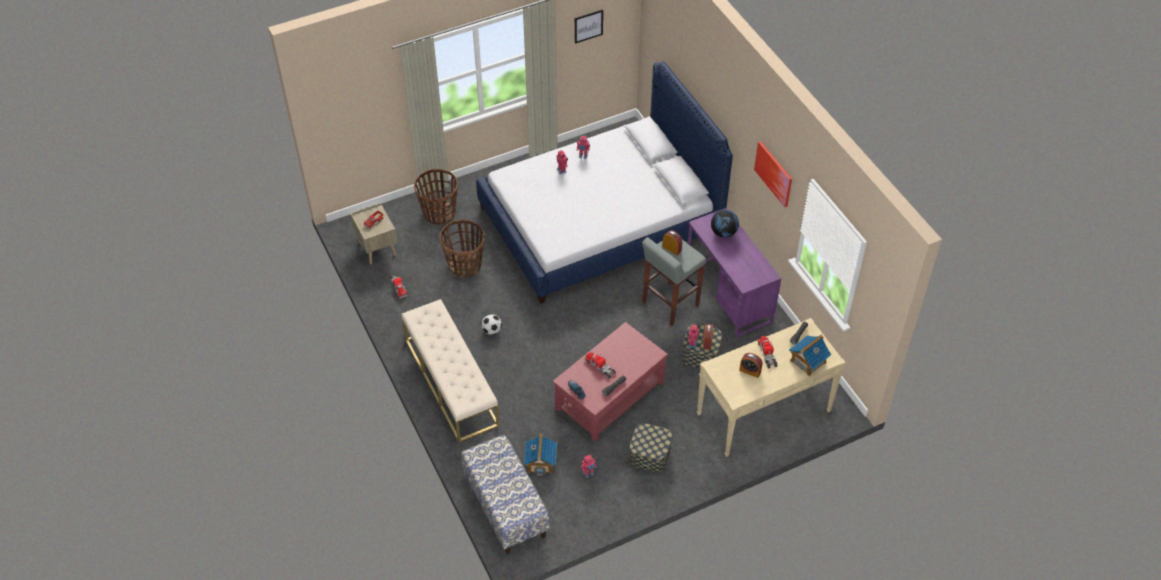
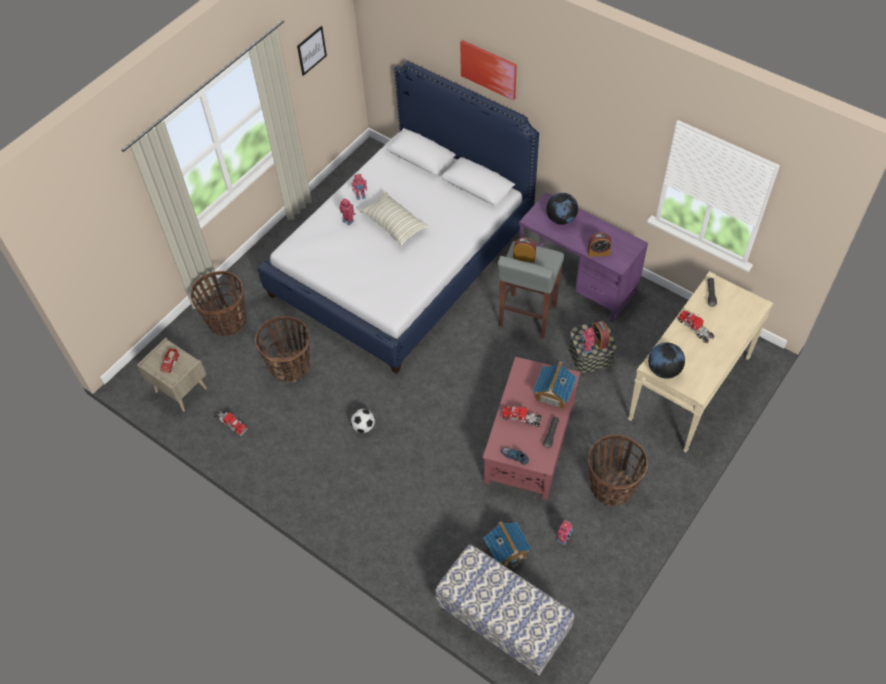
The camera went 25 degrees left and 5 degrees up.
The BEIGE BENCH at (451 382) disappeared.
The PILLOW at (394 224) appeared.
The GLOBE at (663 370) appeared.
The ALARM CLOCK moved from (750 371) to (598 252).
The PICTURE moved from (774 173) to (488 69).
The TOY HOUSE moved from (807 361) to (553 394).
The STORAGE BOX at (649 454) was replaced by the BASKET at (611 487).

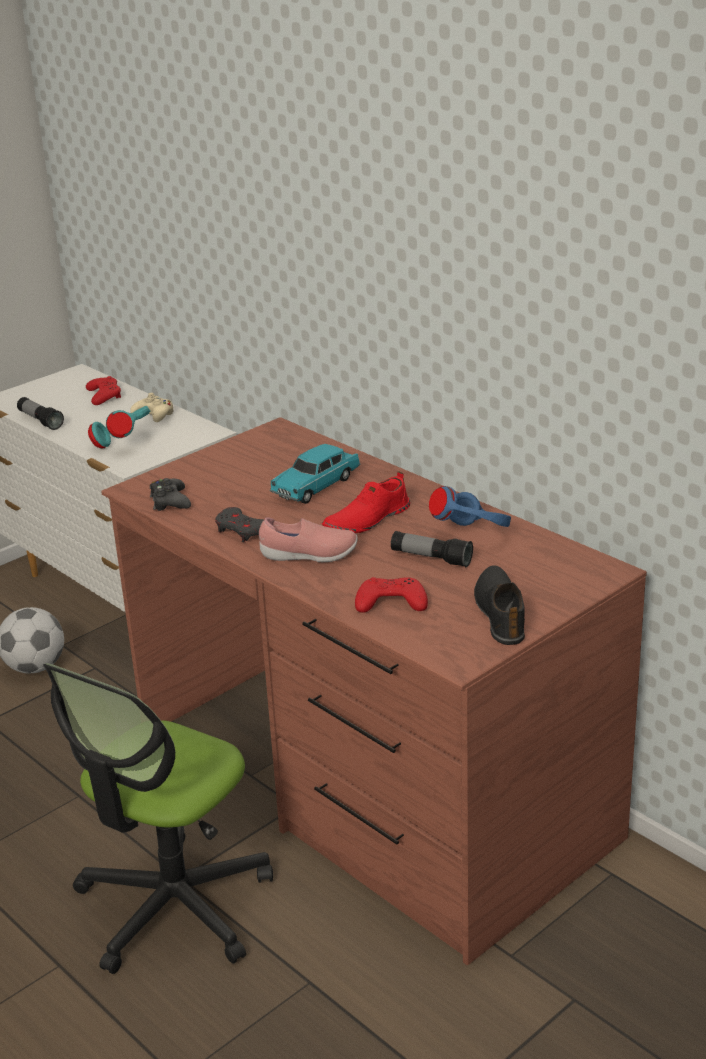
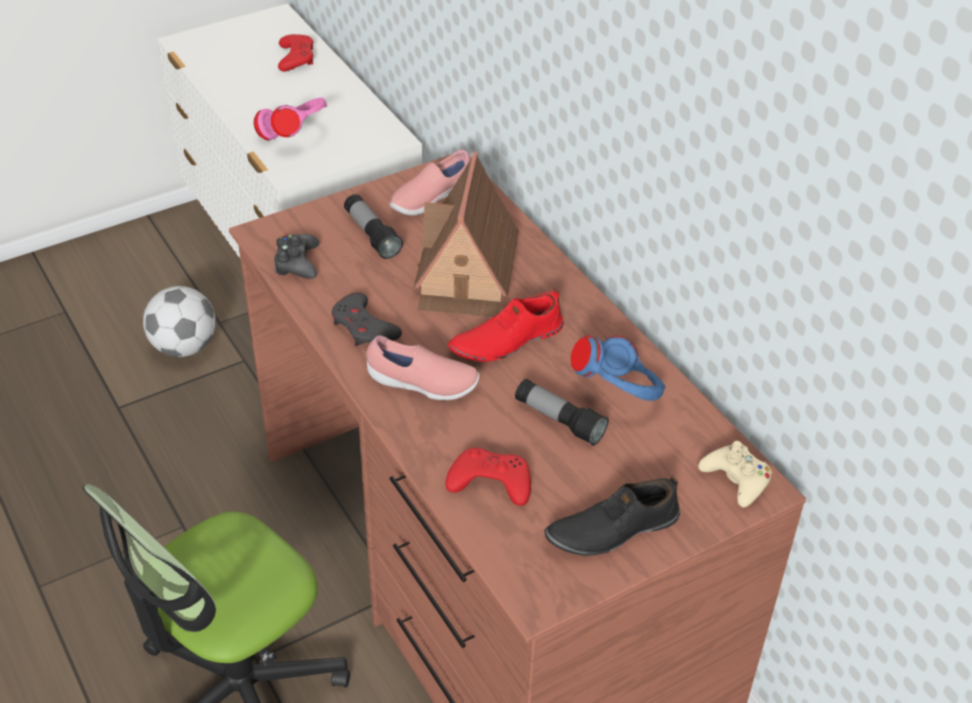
The camera went 10 degrees right and 15 degrees up.
The PINK SHOE at (430 199) appeared.
The FLASHLIGHT moved from (40 421) to (372 235).
The BEIGE GAME CONTROLLER moved from (154 415) to (736 479).
The TURQUOISE TOY CAR at (316 486) was replaced by the TOY HOUSE at (466 273).
The TURQUOISE HEADPHONES at (124 443) became the PINK HEADPHONES at (295 136).
The BLACK SHOE at (501 612) turned 120 degrees counterclockwise.

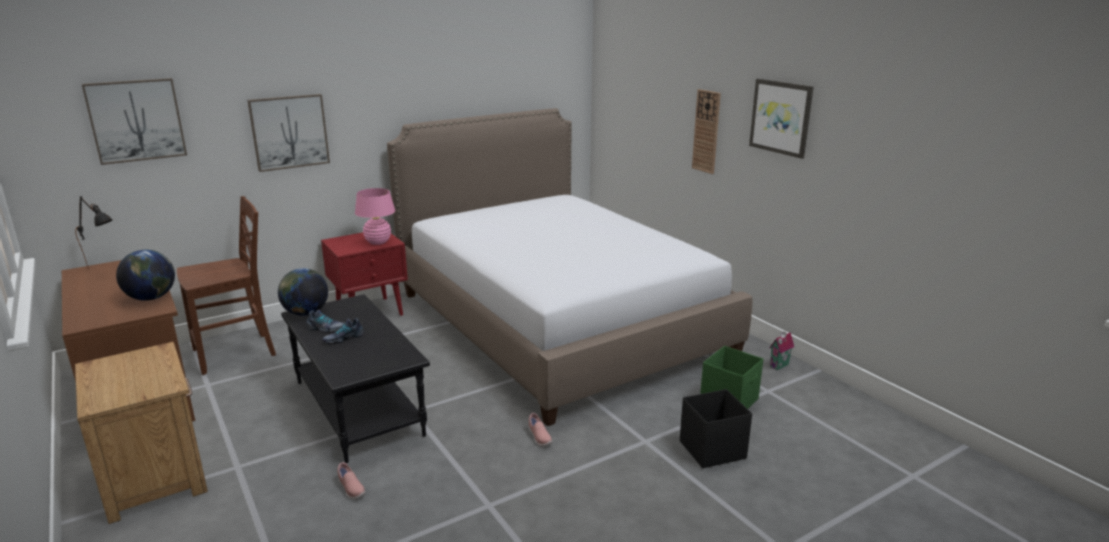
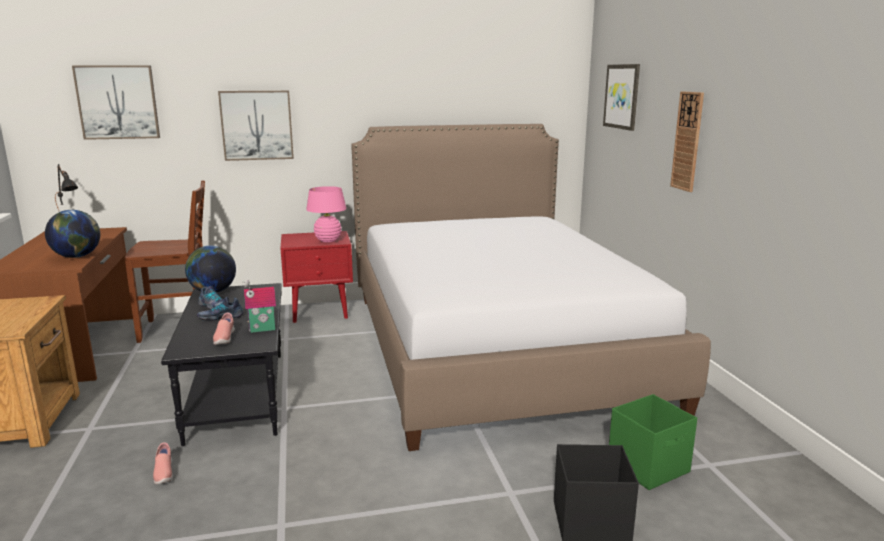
The camera went 20 degrees right and 5 degrees down.
The PINK SHOE moved from (539 437) to (224 339).
The PICTURE moved from (781 117) to (622 96).
The TOY HOUSE moved from (780 366) to (262 330).

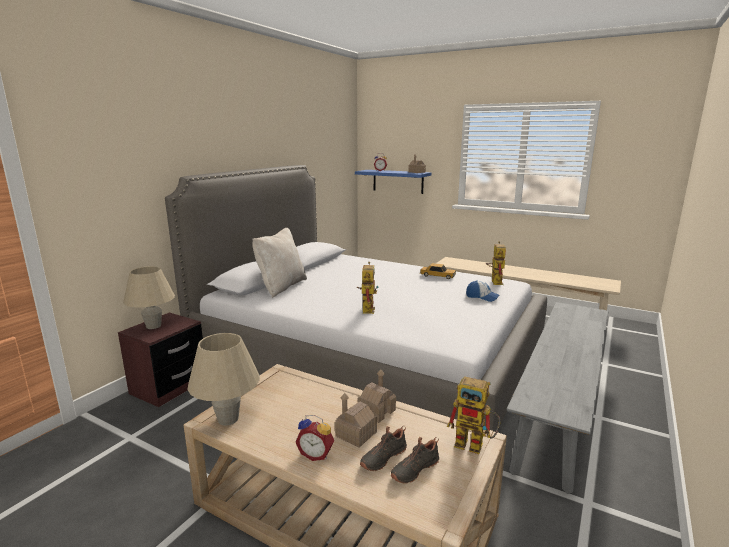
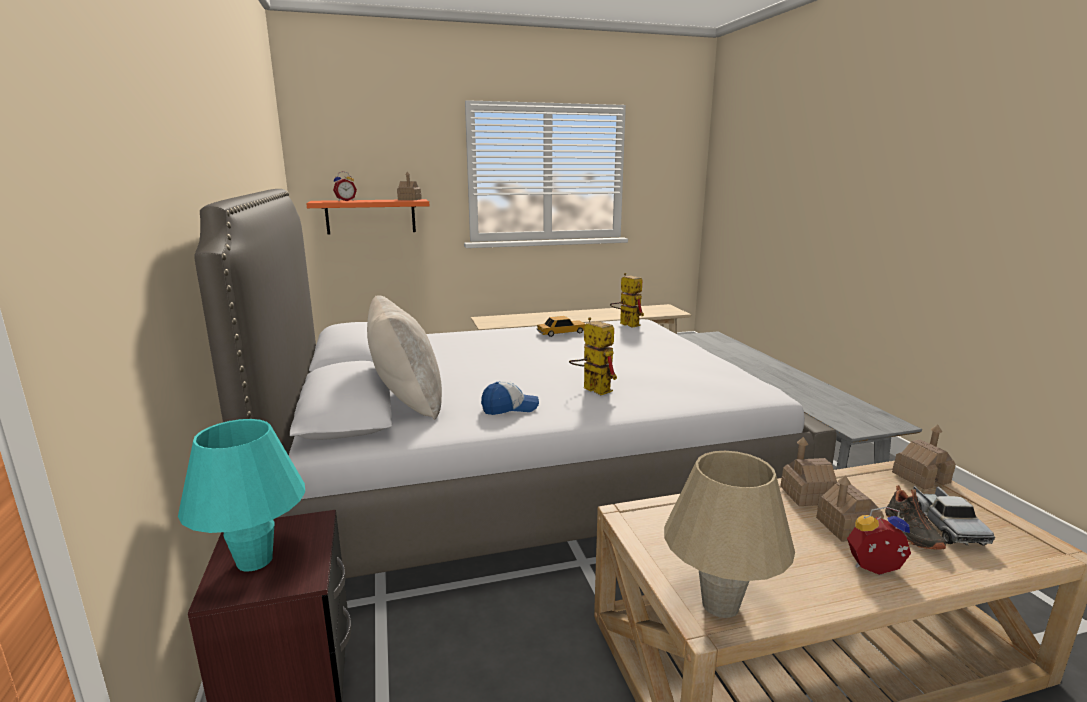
The camera went 45 degrees left and 0 degrees up.
The CAP moved from (482 297) to (510 408).
The BLACK SHOE at (414 469) was replaced by the TOY TRUCK at (945 525).
The TOY ROBOT at (475 445) was replaced by the TOY HOUSE at (921 477).
The BEIGE TABLE LAMP at (153 326) became the TURQUOISE TABLE LAMP at (254 561).
The BLUE SHELF at (398 181) became the ORANGE SHELF at (371 216).
The ALARM CLOCK at (316 454) turned 150 degrees counterclockwise.

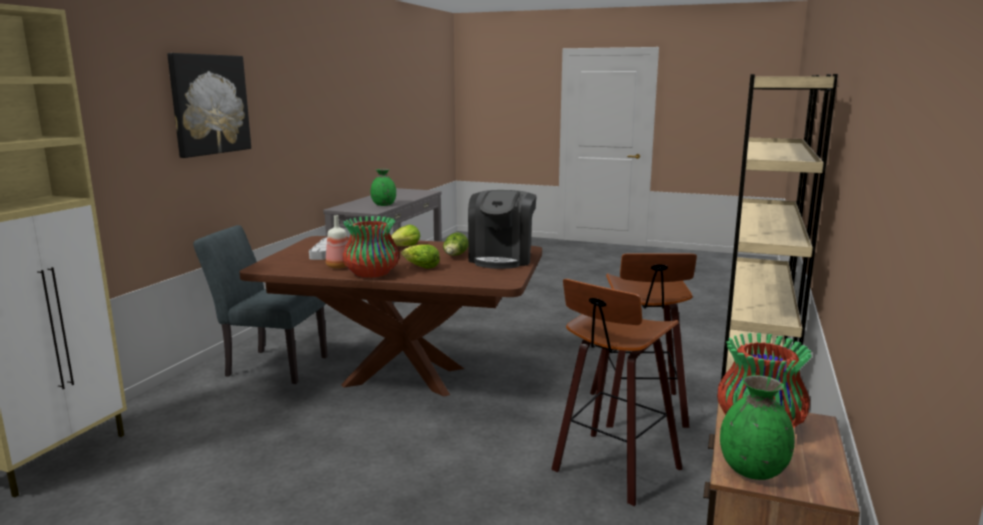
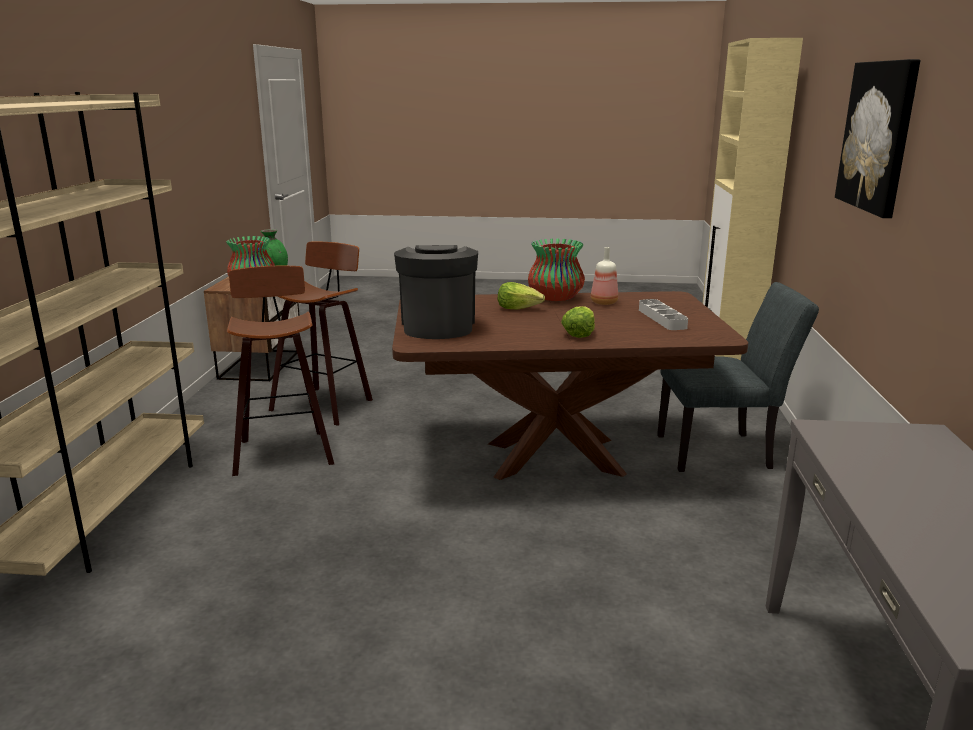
The camera went 165 degrees right and 5 degrees up.
The GREEN VASE at (383 205) disappeared.
The LETTUCE at (455 256) disappeared.

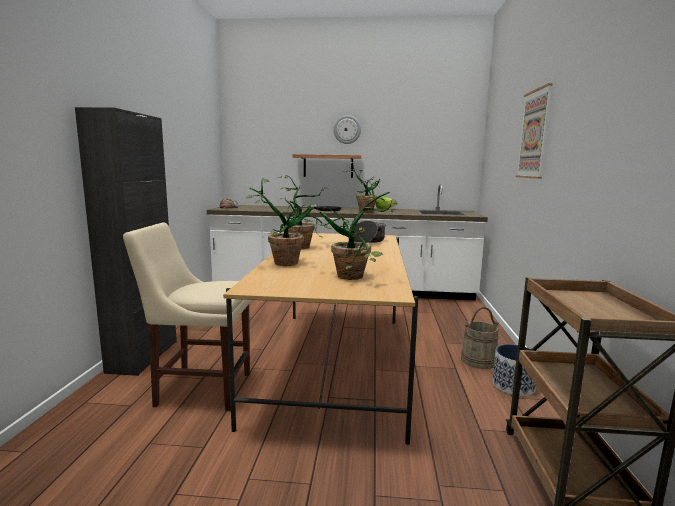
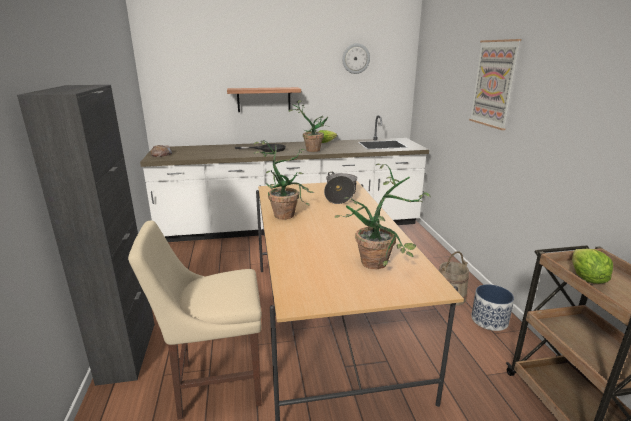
The camera went 15 degrees left and 10 degrees up.
The POTTED PLANT at (280 262) disappeared.
The LETTUCE at (586 278) appeared.
The WALL CLOCK moved from (347 129) to (355 58).

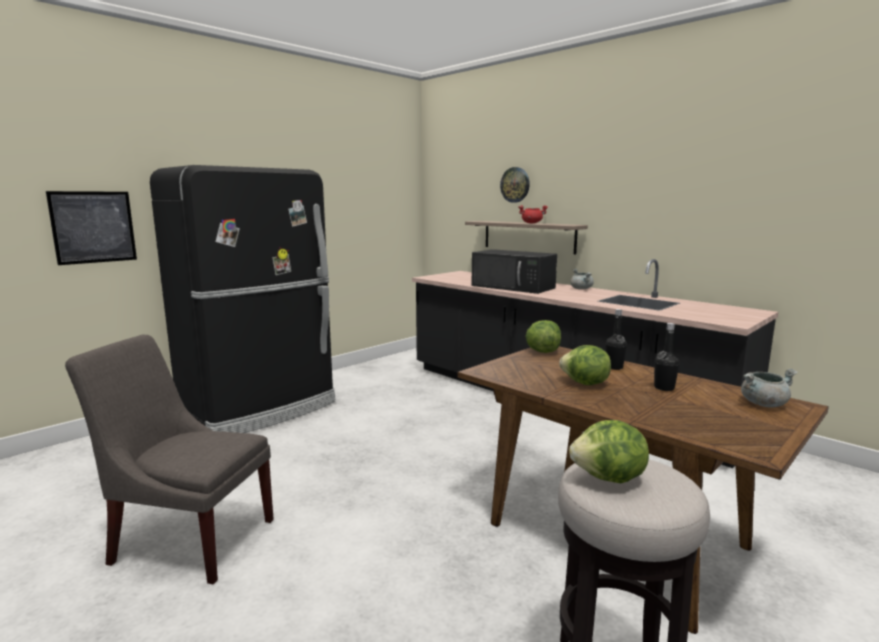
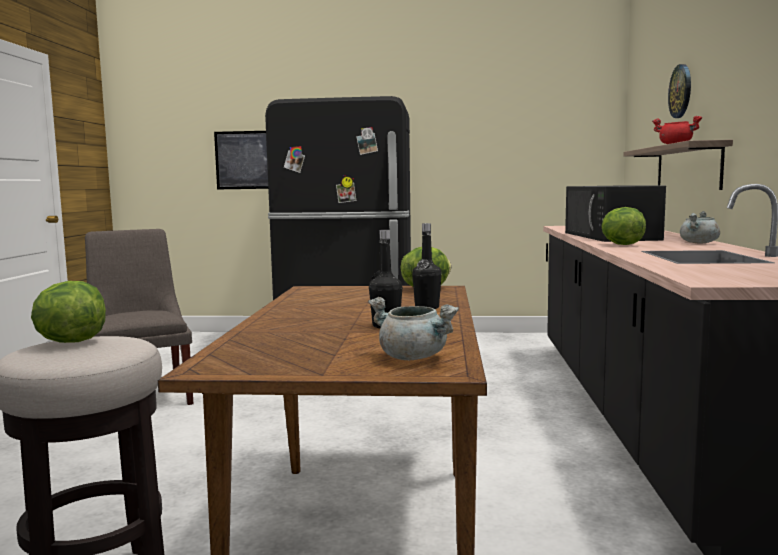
The camera went 50 degrees right and 5 degrees down.
The LETTUCE moved from (585 384) to (621 244).

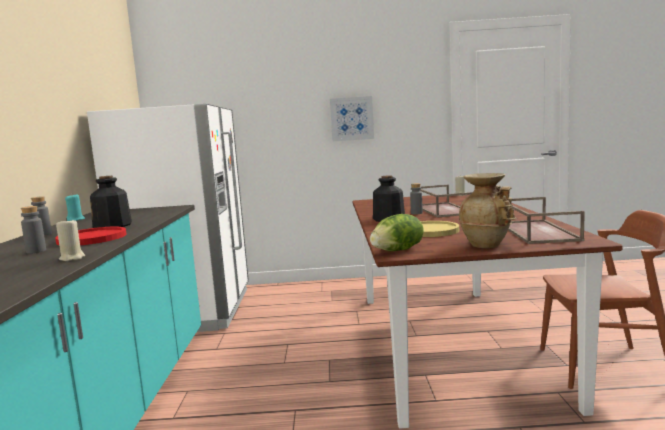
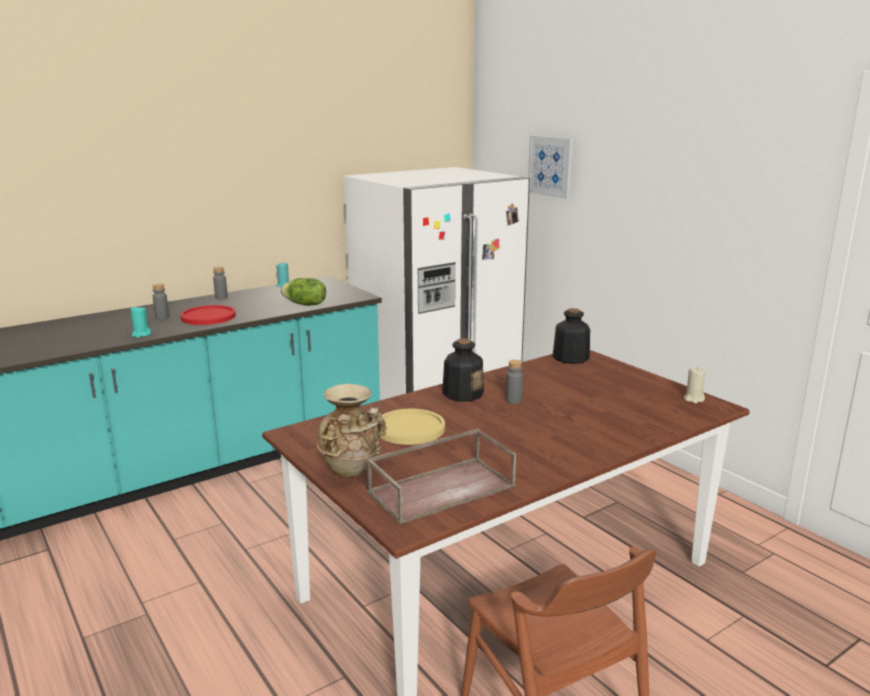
The camera went 55 degrees right and 10 degrees up.
The BROWN TRAY at (442 210) disappeared.
The BOTTLE moved from (113 226) to (570 358).
The PICTURE moved from (351 119) to (550 166).
The LETTUCE moved from (398 250) to (305 304).
The BEIGE CANDLE at (72 258) became the TURQUOISE CANDLE at (141 334).

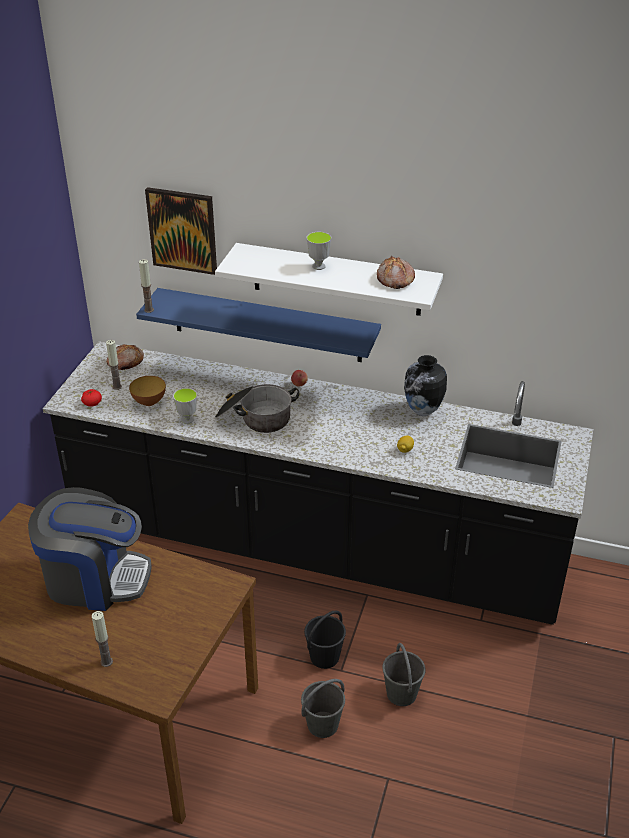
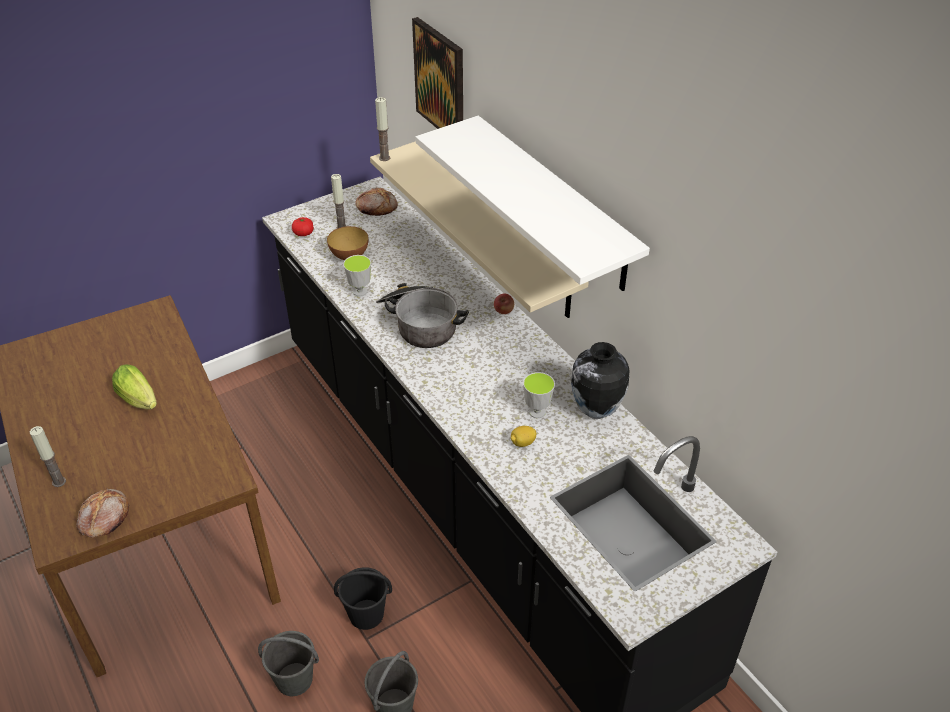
The camera went 40 degrees right and 5 degrees up.
The CUP moved from (318 266) to (537 412).
The BREAD moved from (394 280) to (104 518).
The COFFEE MACHINE at (95 579) was replaced by the LETTUCE at (139 400).
The BLUE SHELF at (267 325) became the BEIGE SHELF at (497 228).

